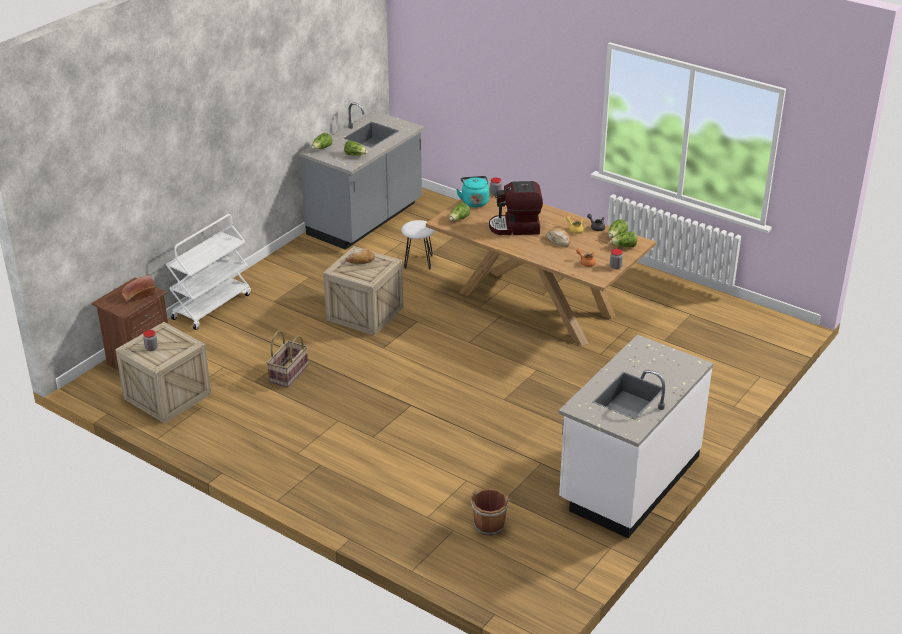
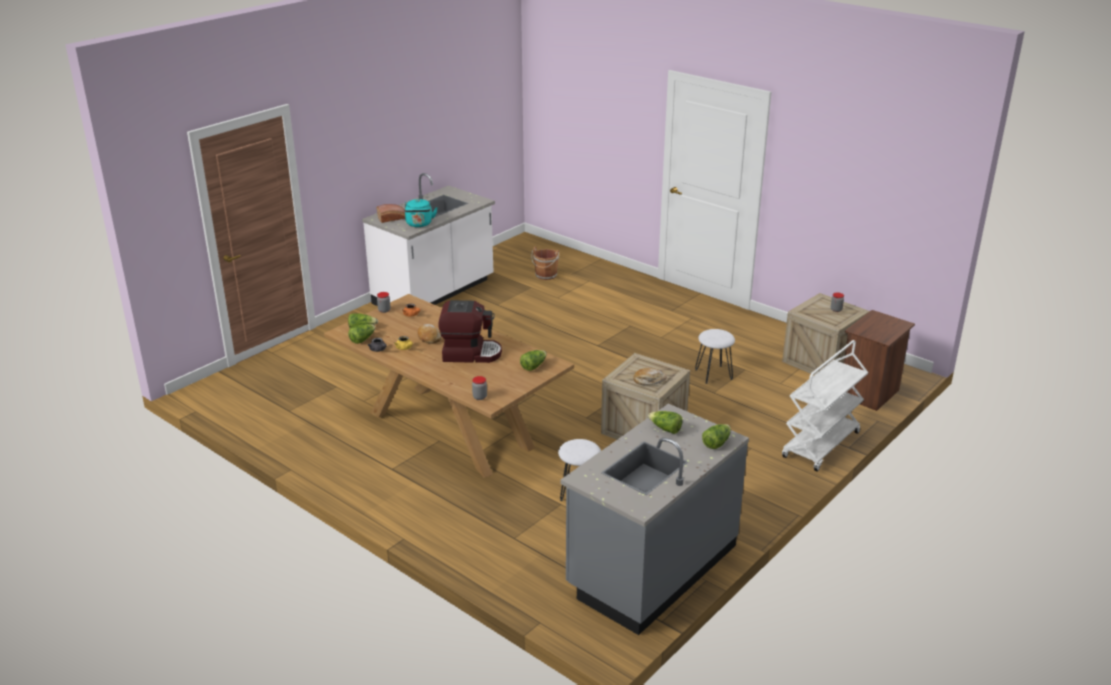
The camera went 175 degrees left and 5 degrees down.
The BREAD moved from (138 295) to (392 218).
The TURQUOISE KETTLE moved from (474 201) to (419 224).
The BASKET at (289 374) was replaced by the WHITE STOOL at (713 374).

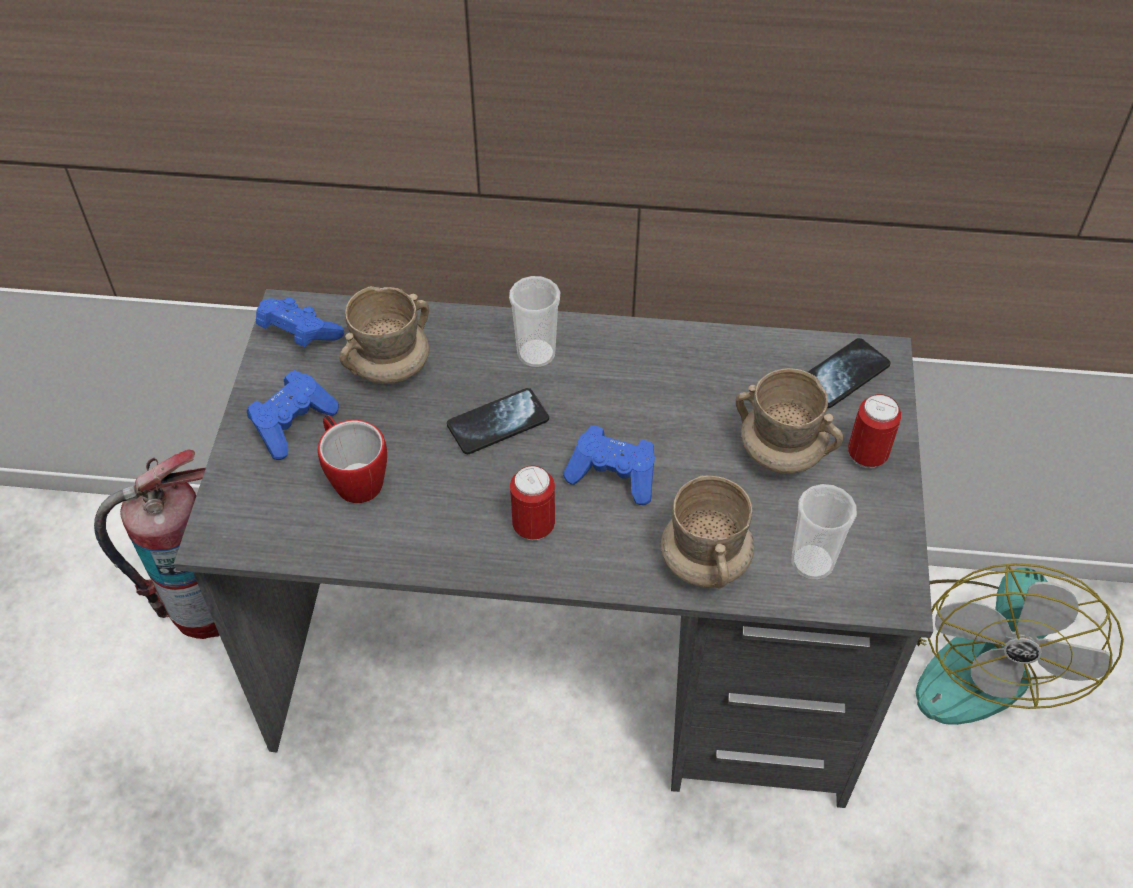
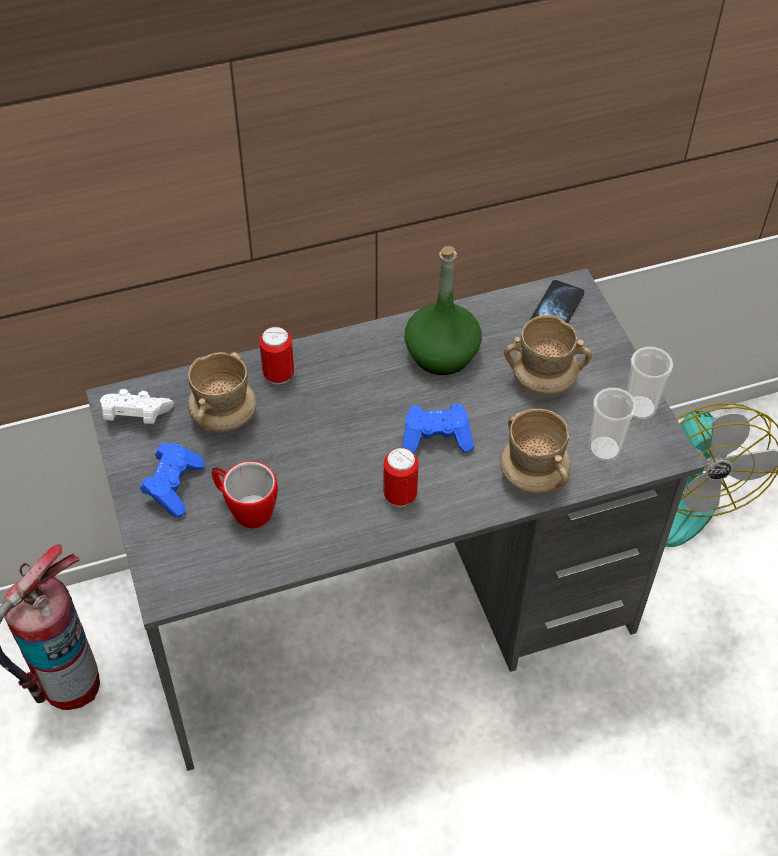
The camera went 25 degrees left and 0 degrees up.
The PHONE at (498 423) disappeared.
The GREEN BOTTLE at (441 354) appeared.
The CUP moved from (536 354) to (640 408).
The CAN moved from (867 455) to (278 375).
The BLUE GAME CONTROLLER at (299 334) became the WHITE GAME CONTROLLER at (135 416).

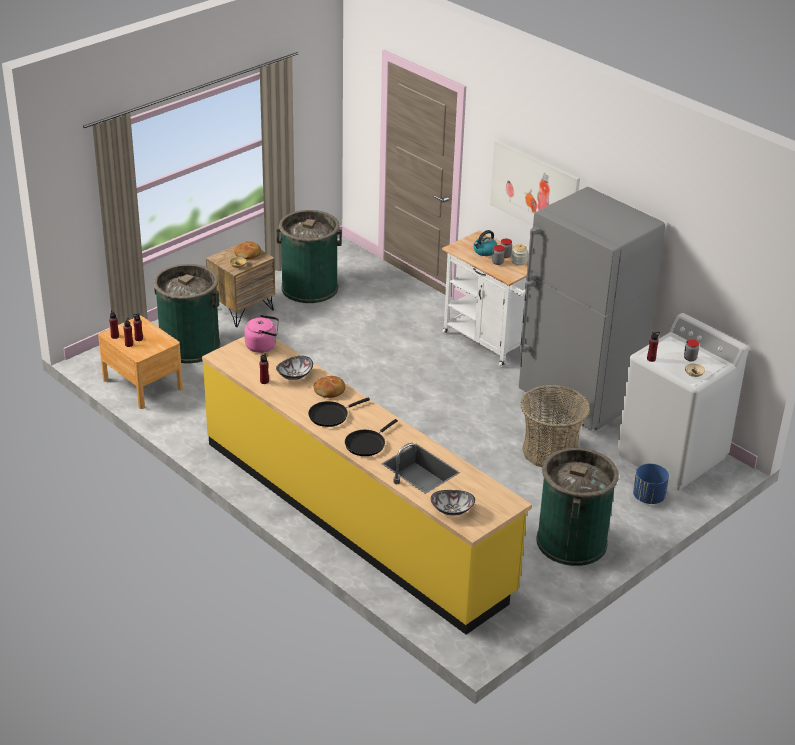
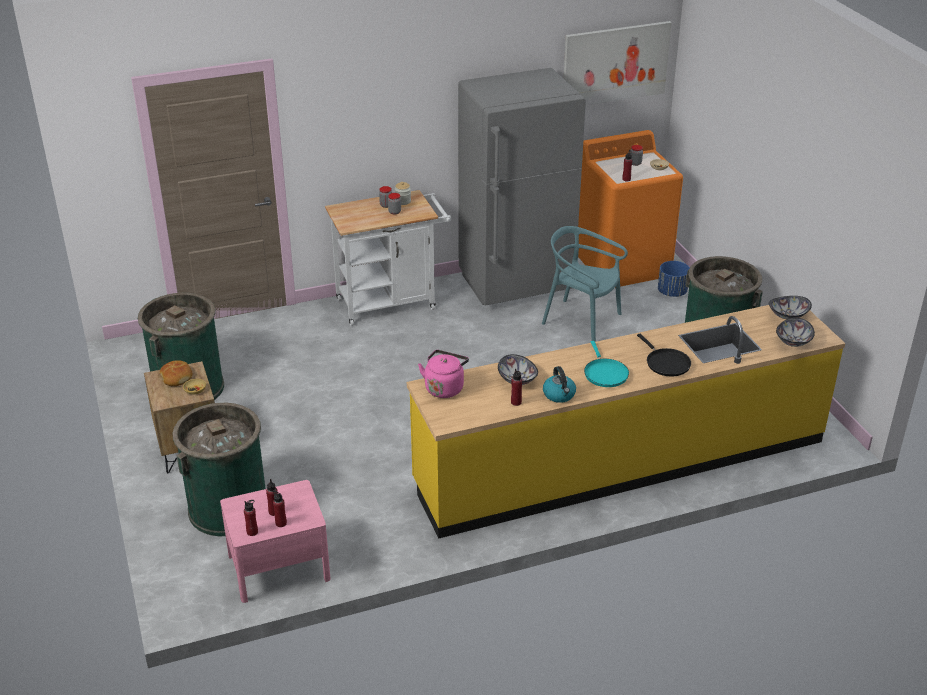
The camera went 65 degrees left and 0 degrees up.
The BREAD at (330 391) disappeared.
The BOWL at (787 315) appeared.
The KETTLE moved from (484 251) to (559 395).
The PICTURE moved from (535 191) to (615 64).
The BASKET at (550 451) was replaced by the TURQUOISE CHAIR at (581 321).
The BROWN NIGHTSTAND at (142 384) became the PINK NIGHTSTAND at (279 567).
The BLACK FRYING PAN at (331 415) became the TURQUOISE FRYING PAN at (605 373).
The WHITE WASHING MACHINE at (672 456) became the ORANGE WASHING MACHINE at (622 264).

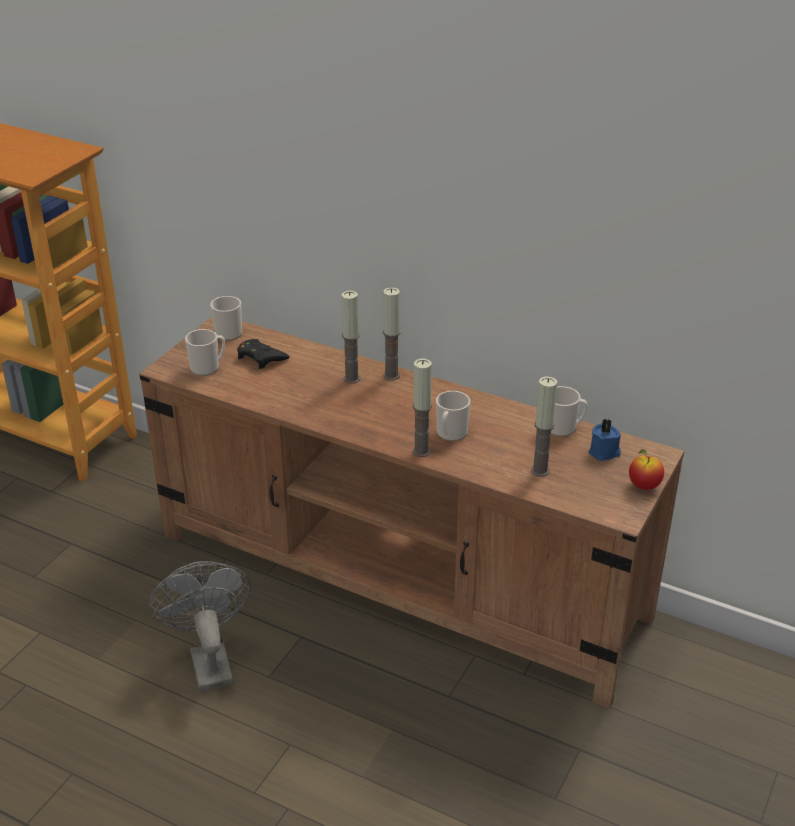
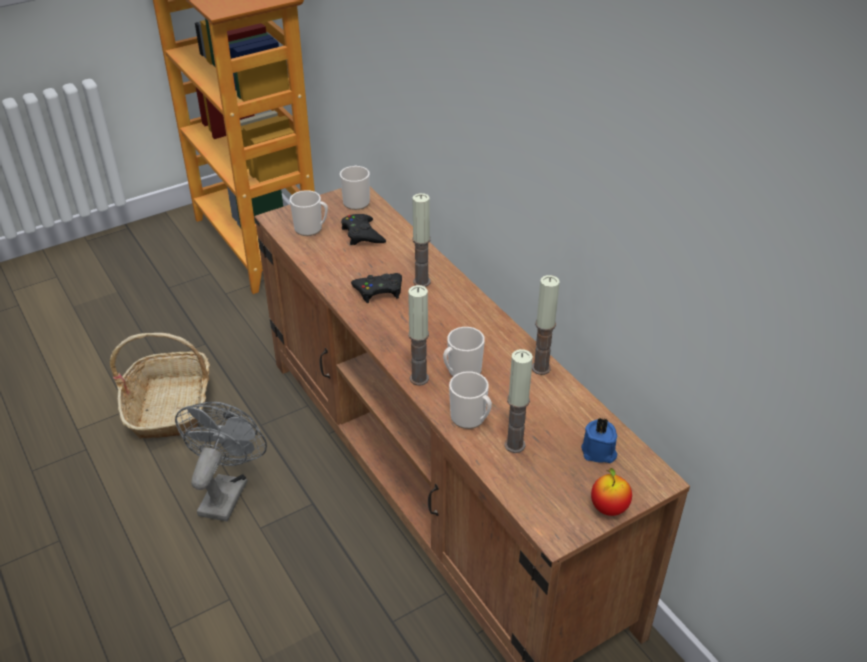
The camera went 30 degrees right and 5 degrees up.
The BASKET at (170 406) appeared.
The BLACK GAME CONTROLLER at (379 290) appeared.
The CANDLE moved from (391 375) to (541 368).
The MUG moved from (563 428) to (471 418).

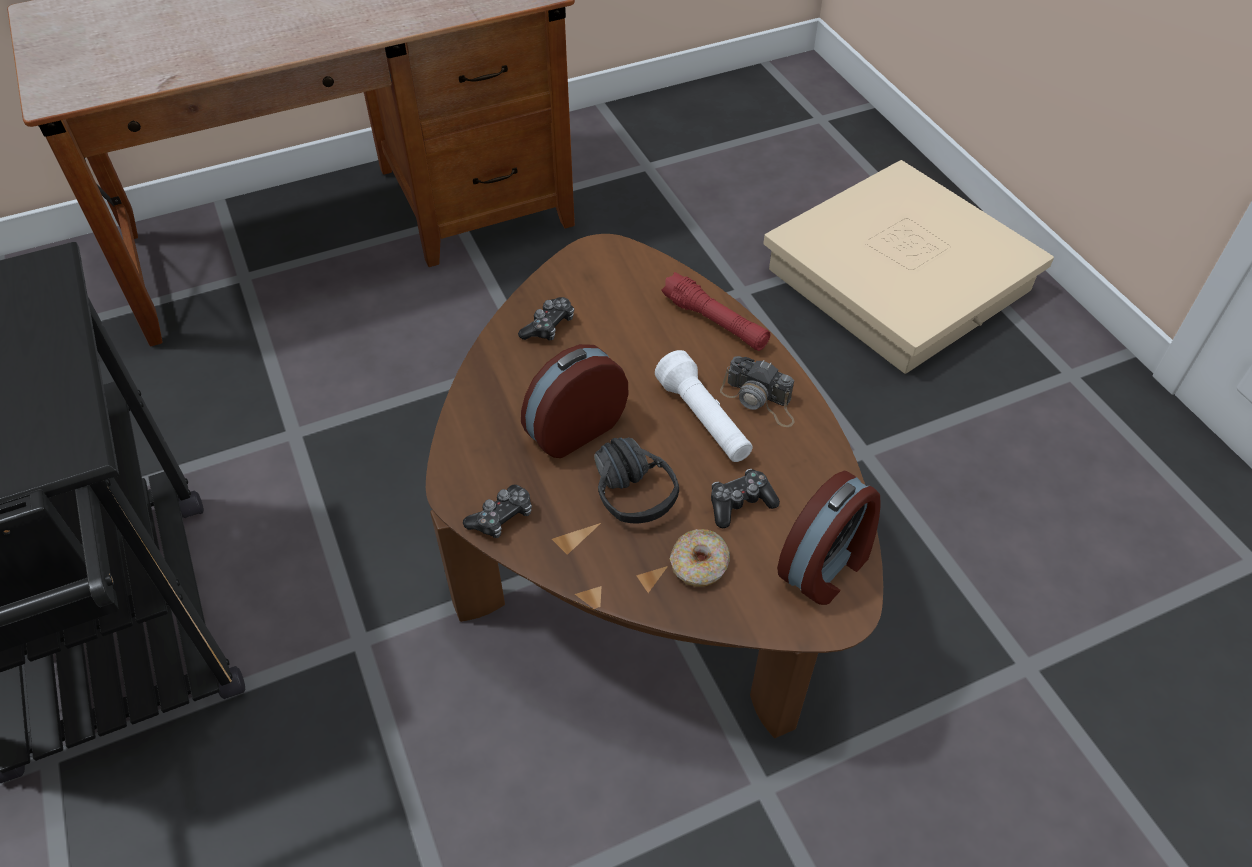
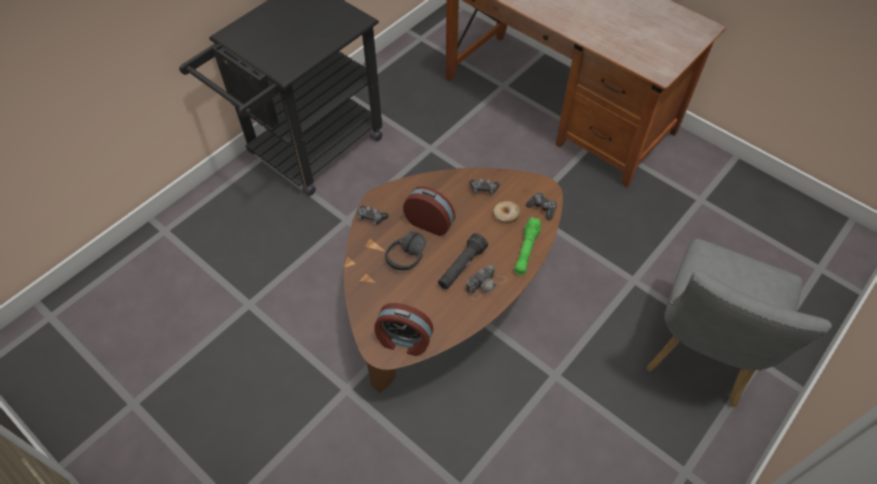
The camera went 65 degrees right and 5 degrees up.
The DONUT moved from (699 565) to (506 215).
The GAME CONTROLLER moved from (740 503) to (542 208).
The BEIGE STORAGE BOX at (897 280) was replaced by the GREY CHAIR at (700 354).
The WHITE FLASHLIGHT at (704 420) became the BLACK FLASHLIGHT at (461 267).
The RED FLASHLIGHT at (715 322) became the GREEN FLASHLIGHT at (526 250).
The PHOTO CAMERA at (760 400) turned 135 degrees counterclockwise.

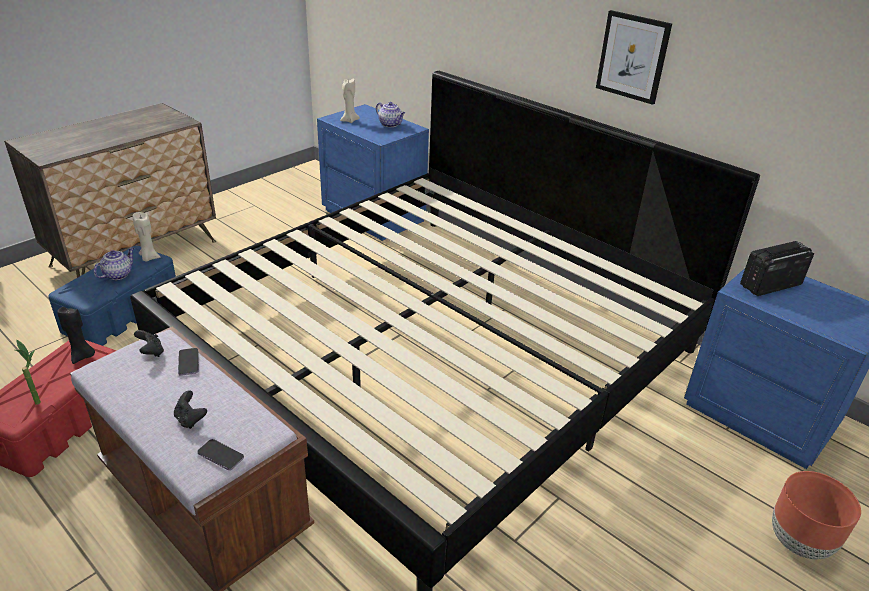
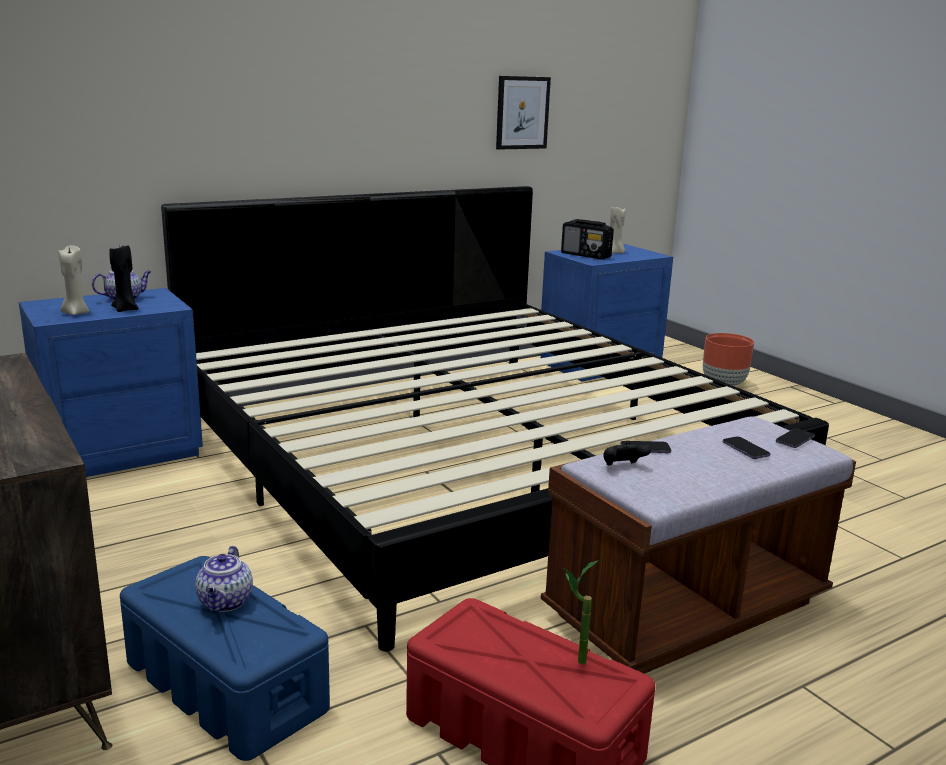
The camera went 75 degrees left and 15 degrees down.
The BLACK CANDLE moved from (83 356) to (126 309).
The BEIGE CANDLE moved from (149 258) to (615 253).
The PICTURE moved from (632 57) to (522 113).
The BLACK GAME CONTROLLER at (190 419) was replaced by the PHONE at (745 449).
The TEAPOT at (118 274) turned 135 degrees counterclockwise.
The RADIO at (770 285) turned 45 degrees counterclockwise.

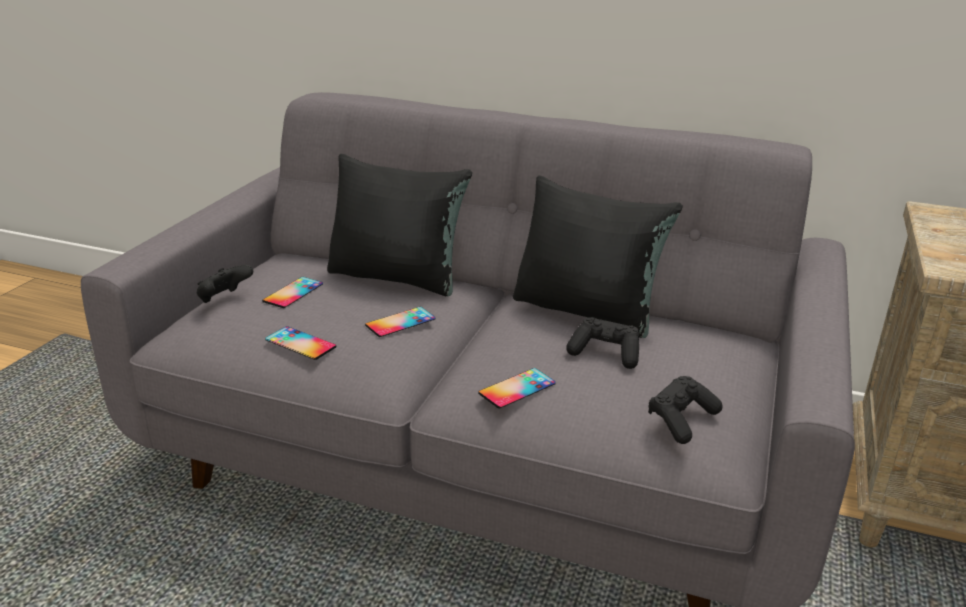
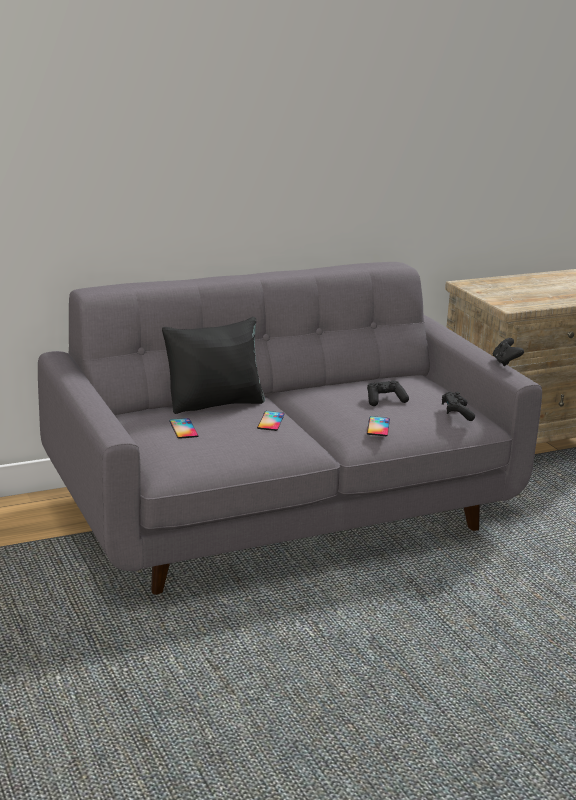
The camera went 45 degrees left and 5 degrees down.
The PHONE at (300 343) disappeared.
The BLACK PILLOW at (586 311) disappeared.
The BLACK GAME CONTROLLER moved from (224 299) to (505 362).

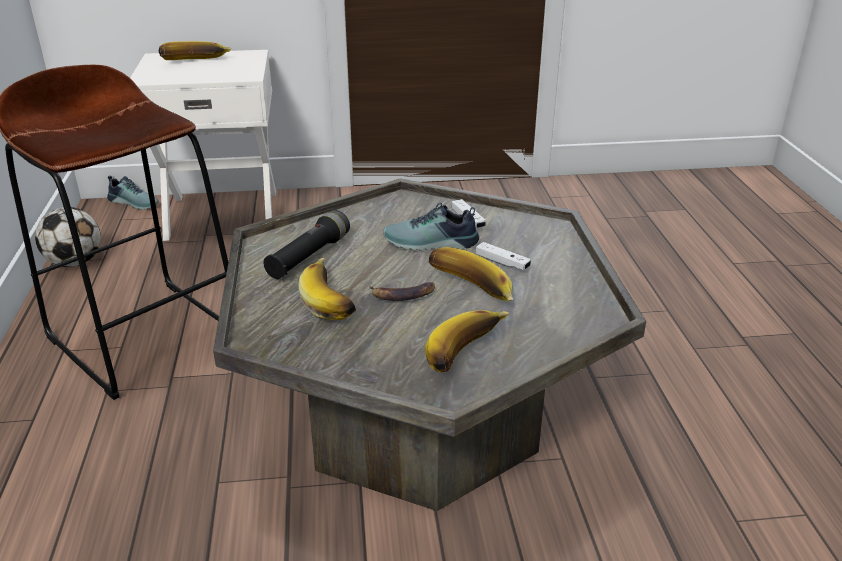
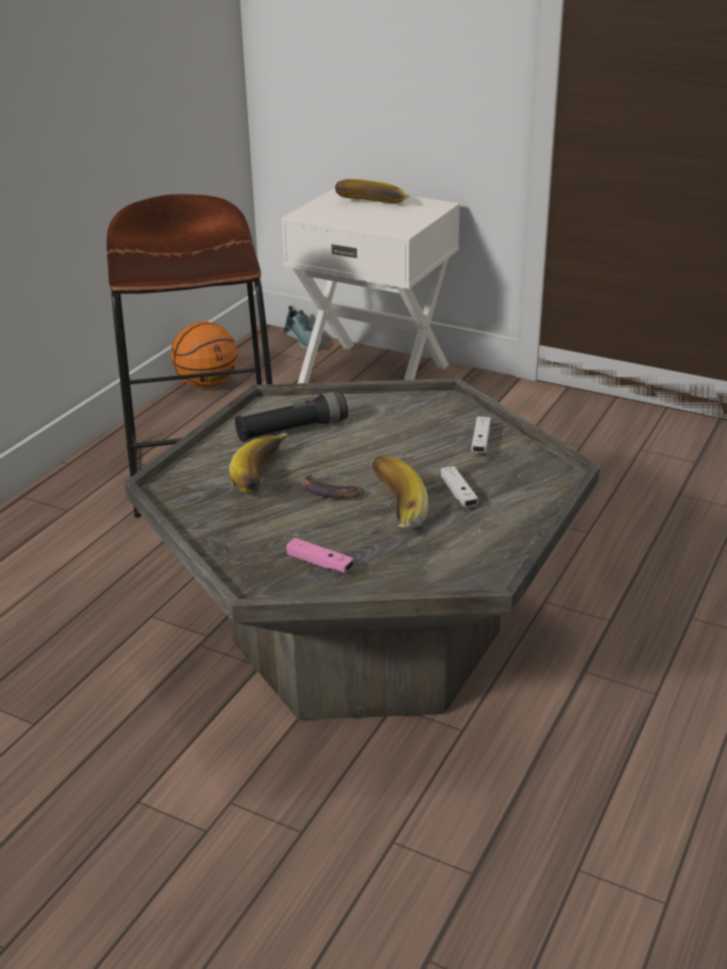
The camera went 35 degrees right and 0 degrees up.
The SHOE at (431 243) disappeared.
The FOOTBALL at (75 262) was replaced by the BASKETBALL at (207 384).
The BANANA at (469 355) was replaced by the PINK GAME CONTROLLER at (320 563).

